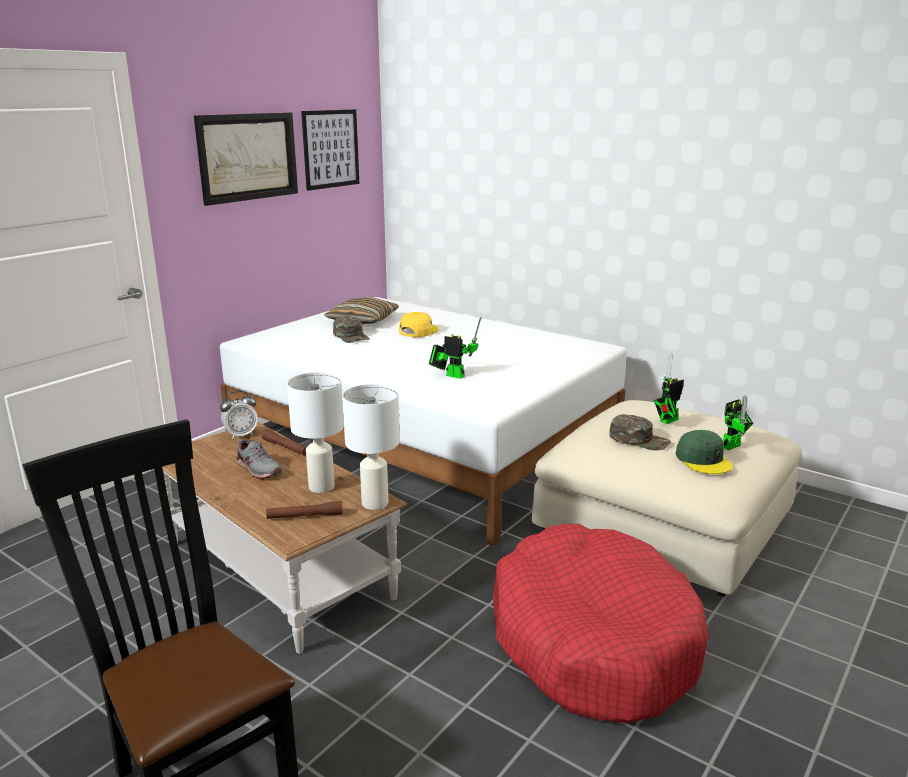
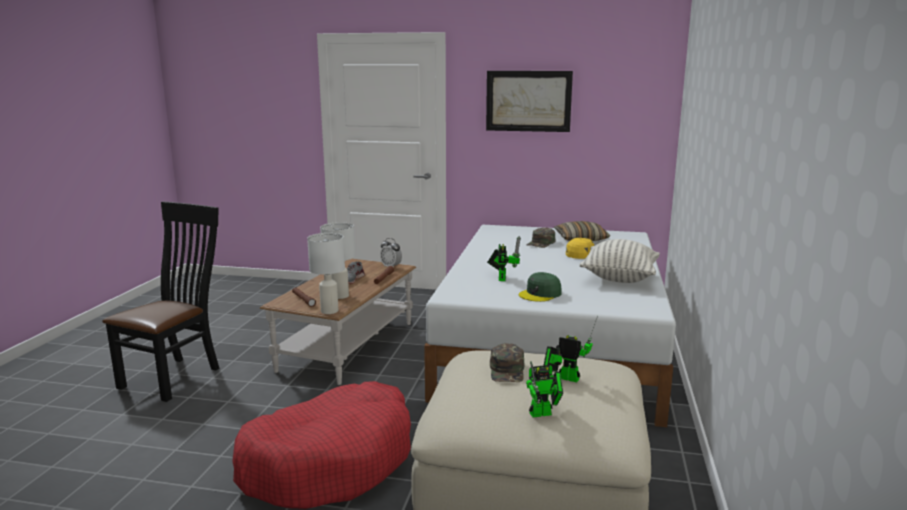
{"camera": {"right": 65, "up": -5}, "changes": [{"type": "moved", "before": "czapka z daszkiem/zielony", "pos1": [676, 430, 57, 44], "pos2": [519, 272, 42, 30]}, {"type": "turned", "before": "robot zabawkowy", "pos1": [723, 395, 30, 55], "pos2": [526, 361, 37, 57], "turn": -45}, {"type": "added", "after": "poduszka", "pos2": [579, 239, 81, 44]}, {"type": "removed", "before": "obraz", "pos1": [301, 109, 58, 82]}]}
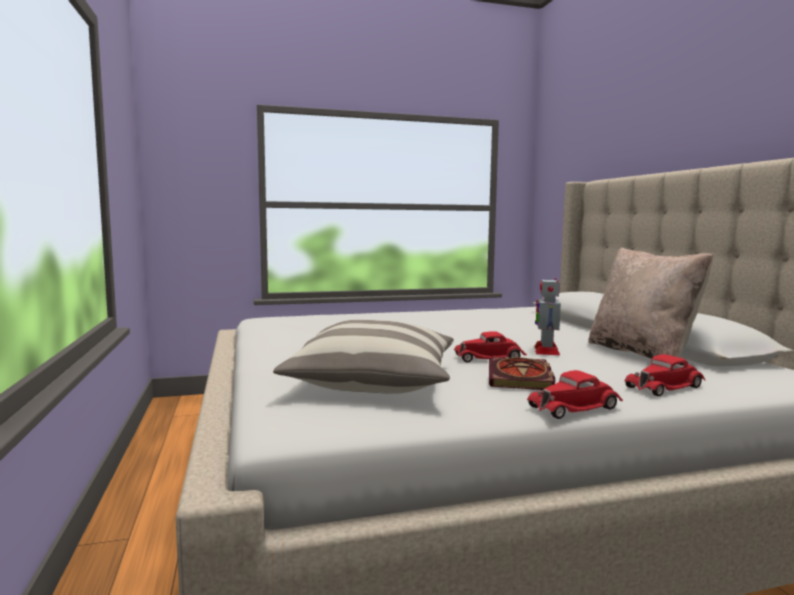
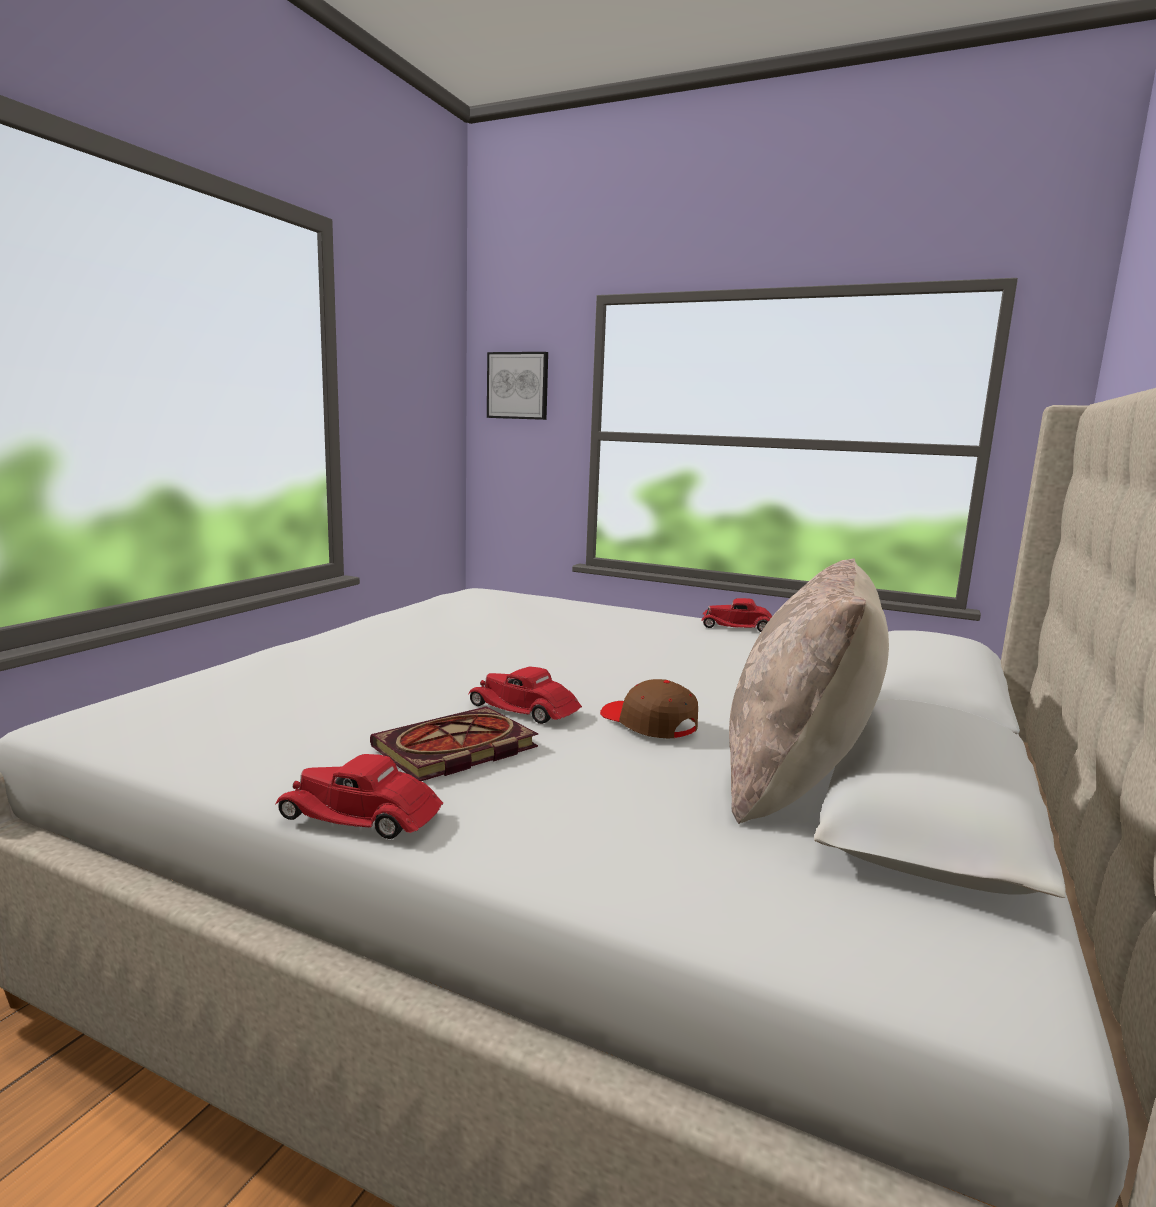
{"camera": {"right": 40, "up": 5}, "changes": [{"type": "added", "after": "obraz", "pos2": [487, 352, 61, 68]}, {"type": "replaced", "before": "robot zabawkowy", "after": "czapka z daszkiem/brązowy", "pos1": [534, 278, 27, 77], "pos2": [600, 679, 98, 59]}, {"type": "moved", "before": "samochodzik/czerwony", "pos1": [625, 354, 81, 43], "pos2": [701, 598, 71, 34]}, {"type": "removed", "before": "poduszka", "pos1": [273, 320, 181, 74]}]}
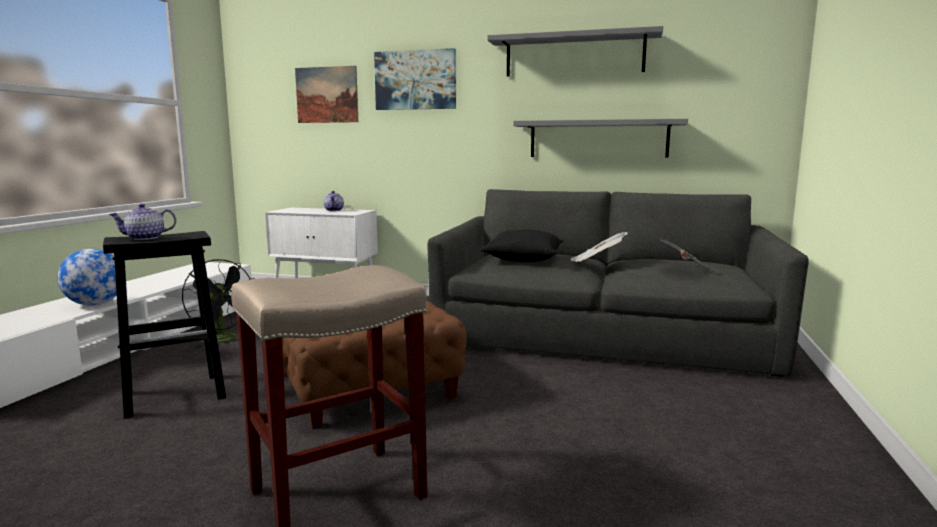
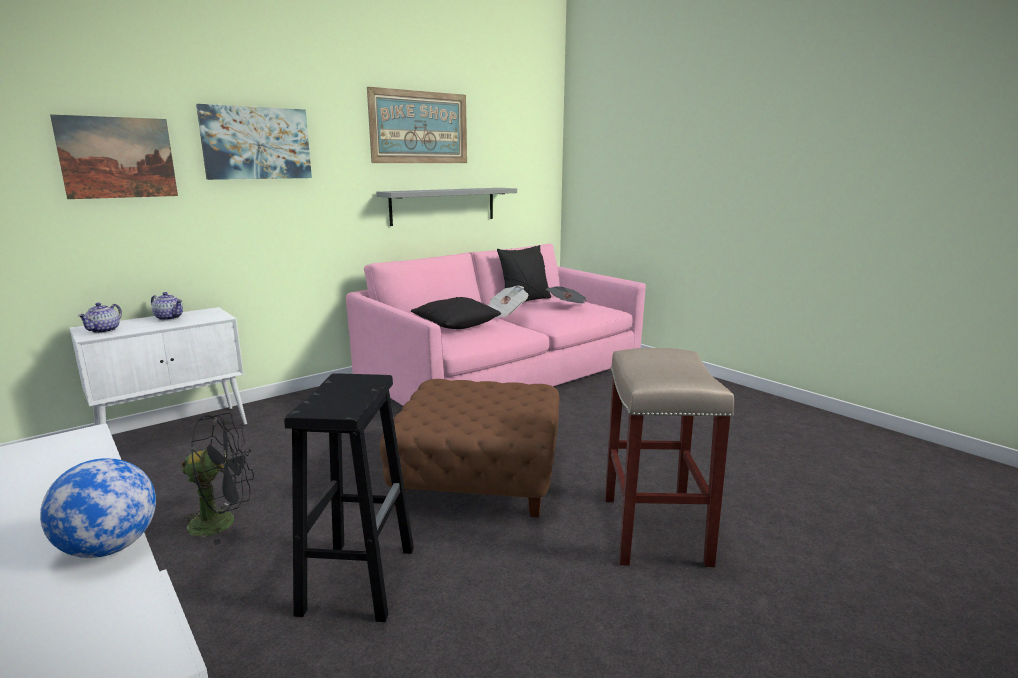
{"camera": {"right": -55, "up": 5}, "changes": [{"type": "moved", "before": "imbryk", "pos1": [109, 204, 67, 36], "pos2": [78, 303, 44, 30]}, {"type": "recoloured", "before": "kanapa/szary", "after": "kanapa/różowy", "pos1": [427, 189, 382, 188], "pos2": [346, 244, 300, 162]}, {"type": "replaced", "before": "półka/szary", "after": "obraz", "pos1": [487, 26, 176, 50], "pos2": [367, 87, 100, 76]}, {"type": "added", "after": "poduszka/czarny", "pos2": [497, 245, 54, 57]}]}
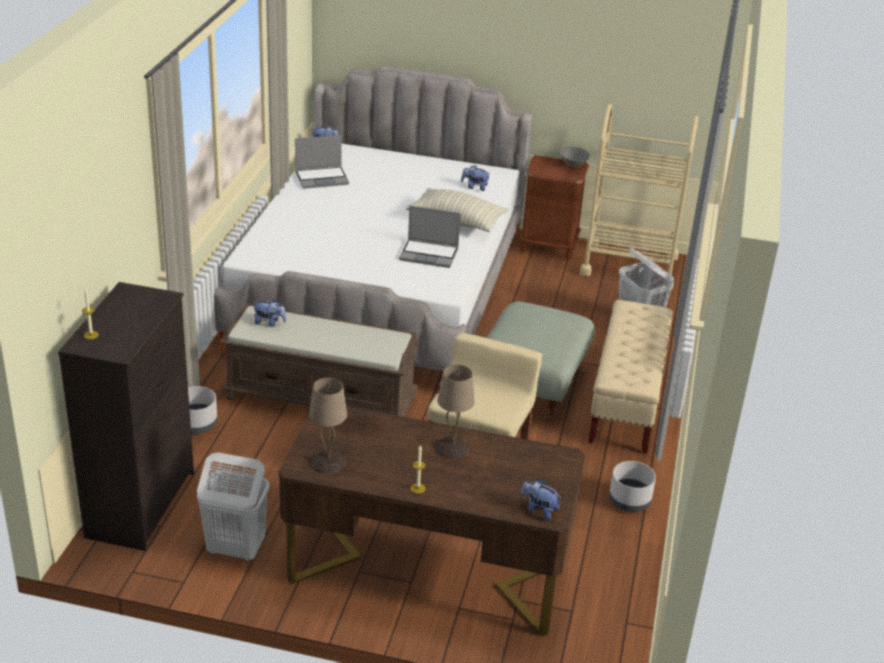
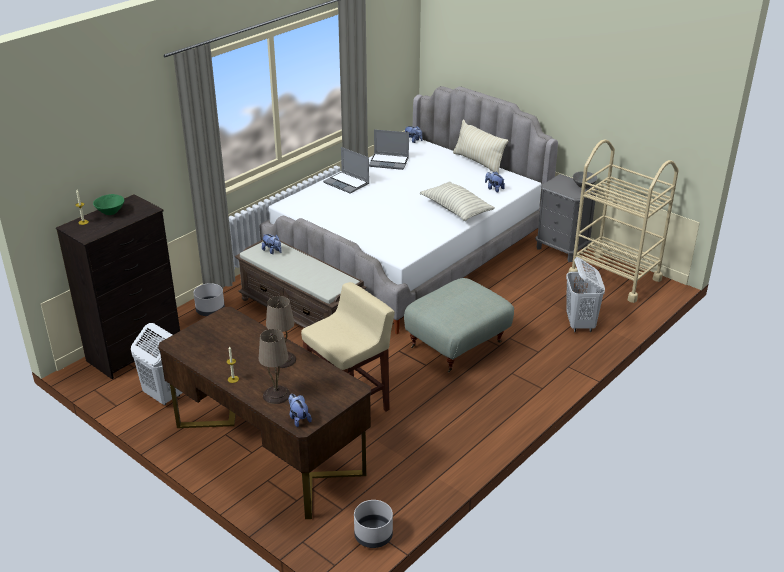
{"camera": {"right": 30, "up": 0}, "changes": [{"type": "added", "after": "miska/zielony", "pos2": [93, 194, 31, 21]}, {"type": "moved", "before": "lampa stołowa/beżowy", "pos1": [309, 377, 38, 97], "pos2": [259, 329, 32, 75]}, {"type": "moved", "before": "laptop", "pos1": [399, 206, 62, 62], "pos2": [323, 147, 46, 47]}, {"type": "moved", "before": "donica/szary", "pos1": [609, 461, 47, 51], "pos2": [354, 500, 39, 48]}, {"type": "added", "after": "poduszka/beżowy", "pos2": [453, 120, 56, 55]}, {"type": "recoloured", "before": "szafka nocna/brązowy", "after": "szafka nocna/szary", "pos1": [519, 155, 70, 105], "pos2": [535, 174, 63, 88]}, {"type": "removed", "before": "ławka/beżowy", "pos1": [588, 300, 85, 154]}]}
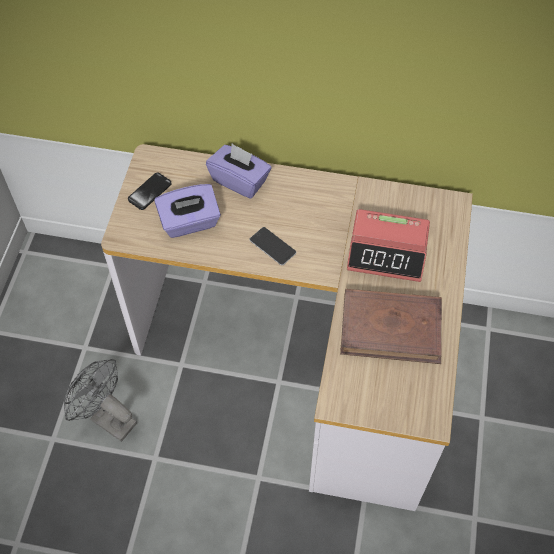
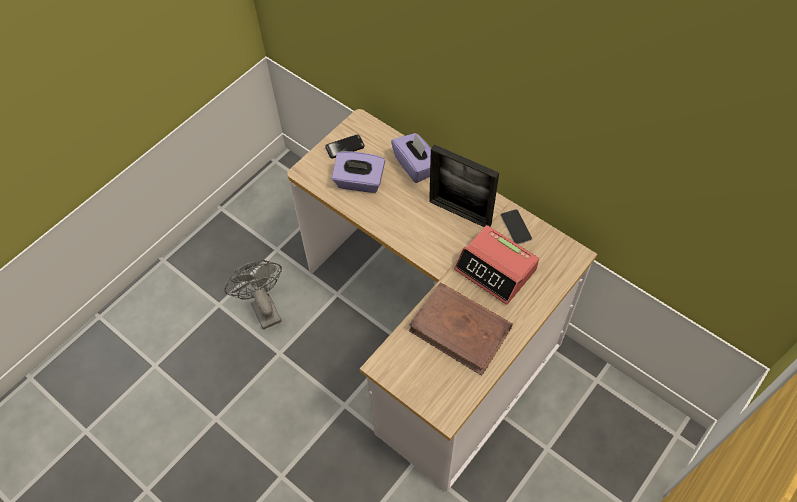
{"camera": {"right": 30, "up": 0}, "changes": [{"type": "added", "after": "ramka na zdjęcie", "pos2": [429, 144, 70, 83]}, {"type": "moved", "before": "telefon", "pos1": [249, 227, 48, 38], "pos2": [500, 209, 32, 35]}]}
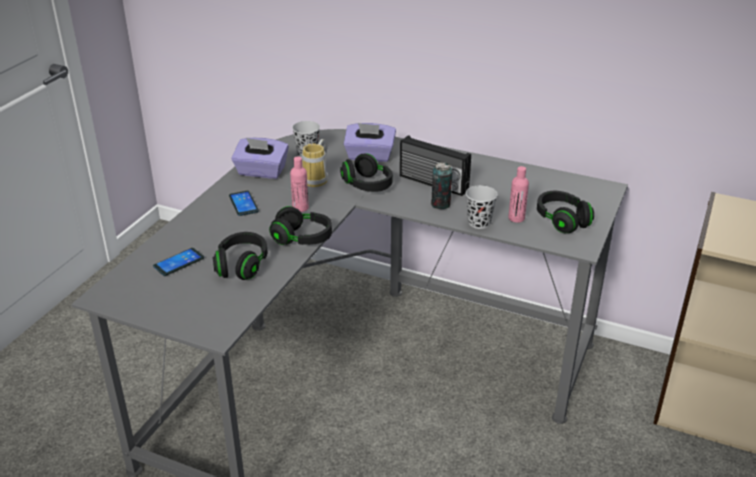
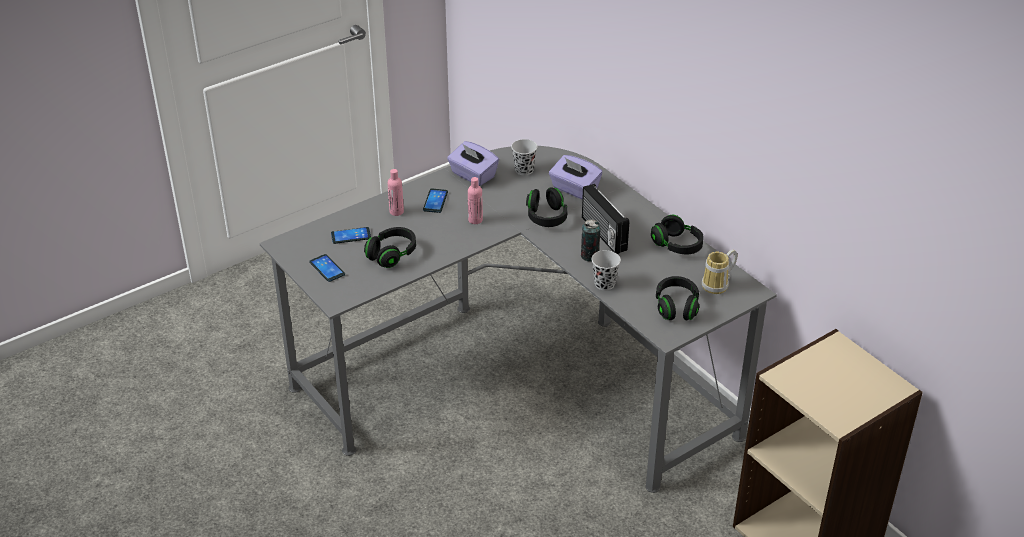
{"camera": {"right": 30, "up": 5}, "changes": [{"type": "added", "after": "telefon", "pos2": [309, 254, 36, 28]}, {"type": "moved", "before": "butelka/różowy", "pos1": [508, 166, 21, 57], "pos2": [388, 169, 16, 47]}, {"type": "moved", "before": "słuchawki/czarny", "pos1": [269, 206, 63, 39], "pos2": [651, 215, 53, 39]}, {"type": "moved", "before": "kubek", "pos1": [302, 139, 26, 48], "pos2": [702, 249, 35, 45]}]}
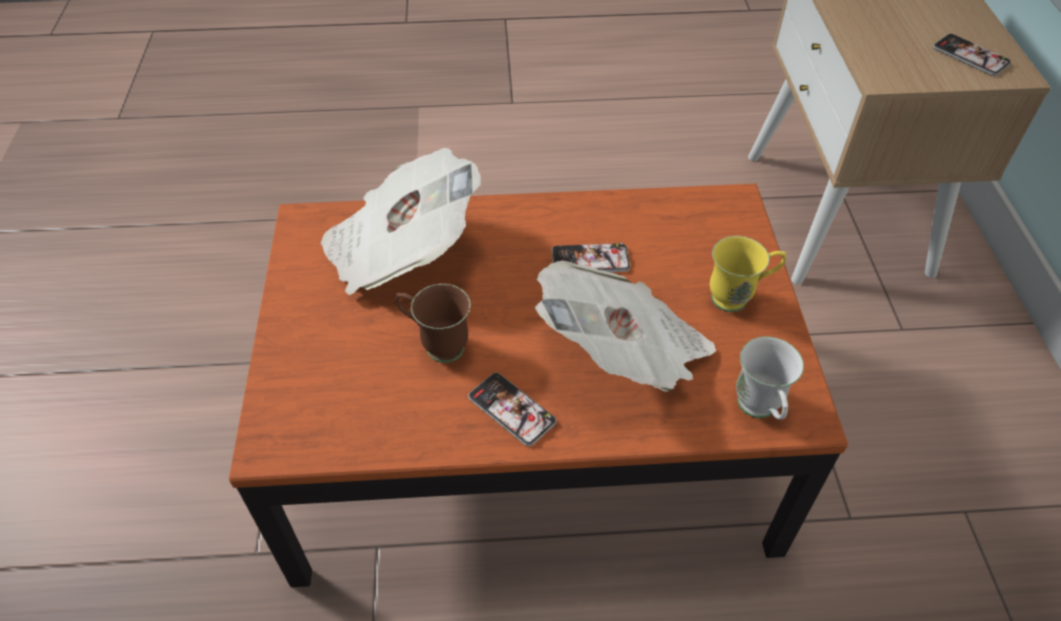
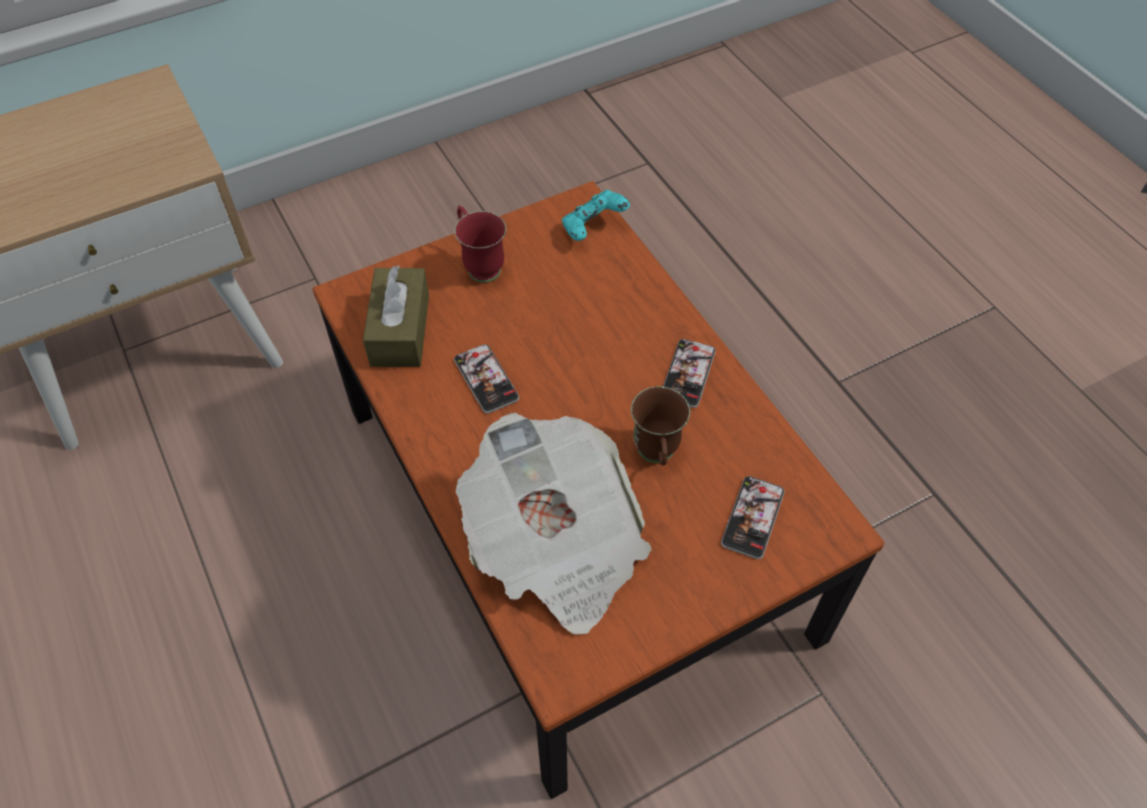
{"camera": {"right": -115, "up": 5}, "changes": [{"type": "added", "after": "pudełko chusteczek/brązowy", "pos2": [363, 265, 66, 102]}, {"type": "recoloured", "before": "kubek/żółty", "after": "kubek/czerwony", "pos1": [710, 236, 76, 76], "pos2": [454, 206, 52, 76]}, {"type": "replaced", "before": "kubek/biały", "after": "pad do gier/turkusowy", "pos1": [736, 337, 68, 83], "pos2": [562, 190, 68, 51]}, {"type": "moved", "before": "telefon", "pos1": [933, 34, 78, 42], "pos2": [721, 476, 64, 83]}, {"type": "removed", "before": "gazeta", "pos1": [535, 260, 181, 132]}]}
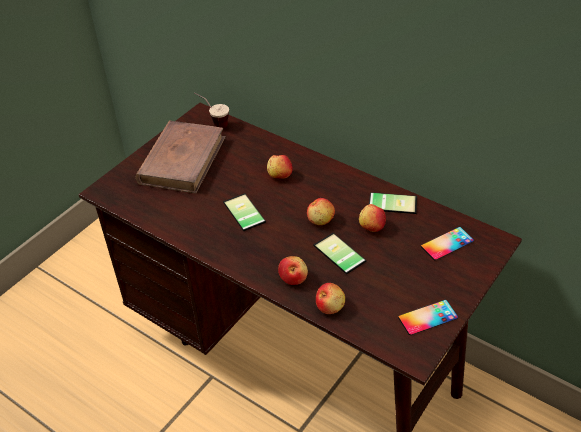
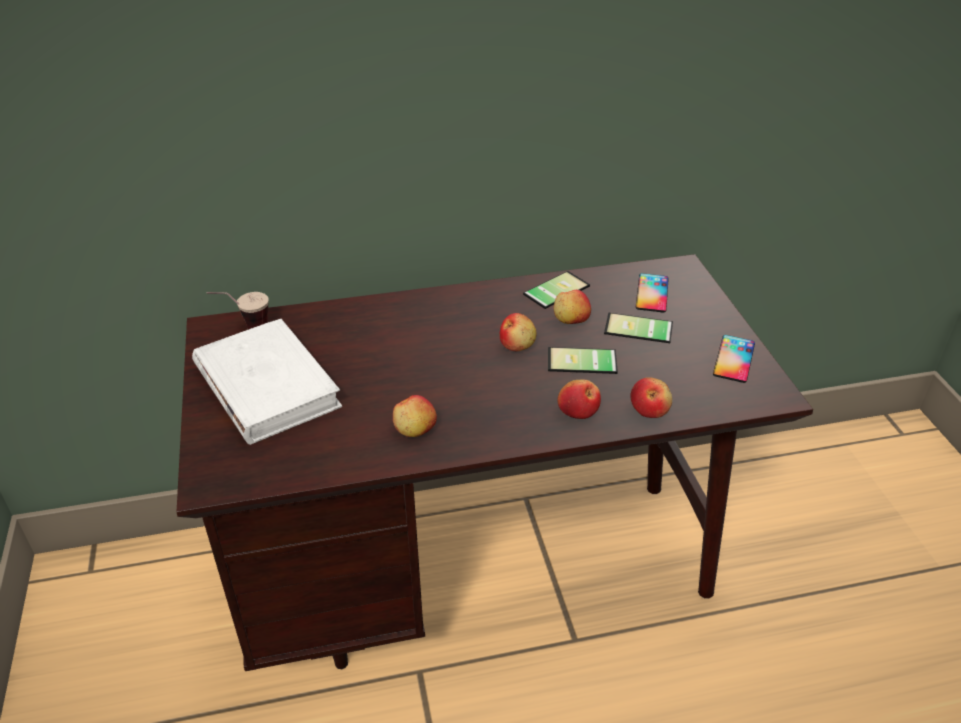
{"camera": {"right": -50, "up": -5}, "changes": [{"type": "recoloured", "before": "książka/brązowy", "after": "książka/biały", "pos1": [135, 121, 91, 72], "pos2": [192, 319, 150, 126]}, {"type": "moved", "before": "jabłko", "pos1": [267, 155, 26, 24], "pos2": [393, 395, 44, 42]}, {"type": "moved", "before": "telefon", "pos1": [223, 193, 43, 38], "pos2": [604, 313, 69, 30]}]}
